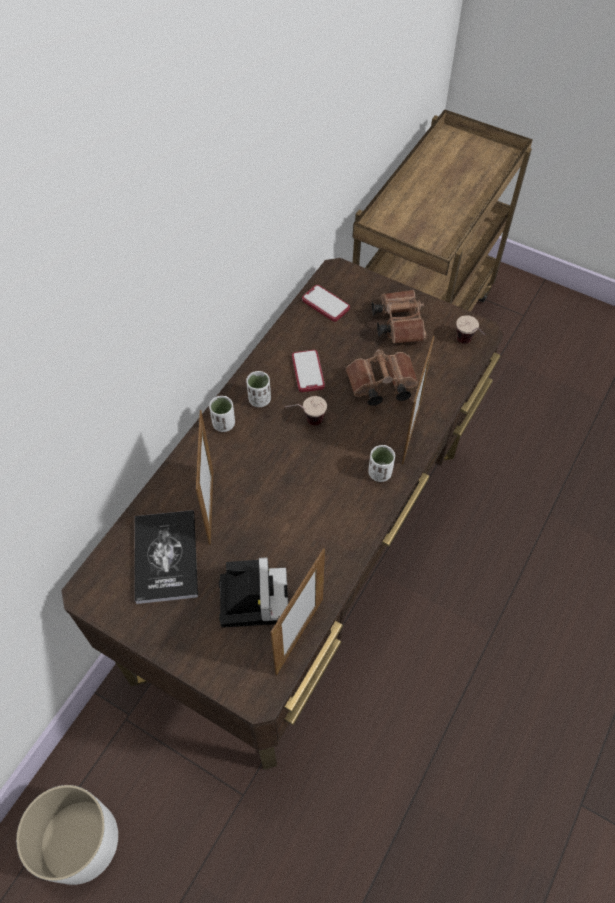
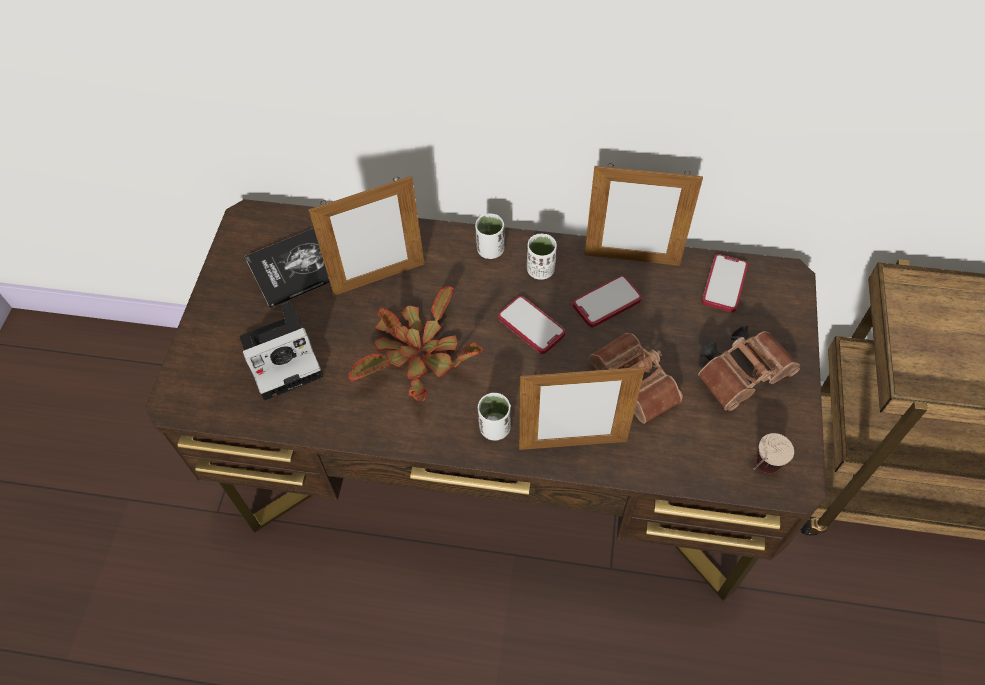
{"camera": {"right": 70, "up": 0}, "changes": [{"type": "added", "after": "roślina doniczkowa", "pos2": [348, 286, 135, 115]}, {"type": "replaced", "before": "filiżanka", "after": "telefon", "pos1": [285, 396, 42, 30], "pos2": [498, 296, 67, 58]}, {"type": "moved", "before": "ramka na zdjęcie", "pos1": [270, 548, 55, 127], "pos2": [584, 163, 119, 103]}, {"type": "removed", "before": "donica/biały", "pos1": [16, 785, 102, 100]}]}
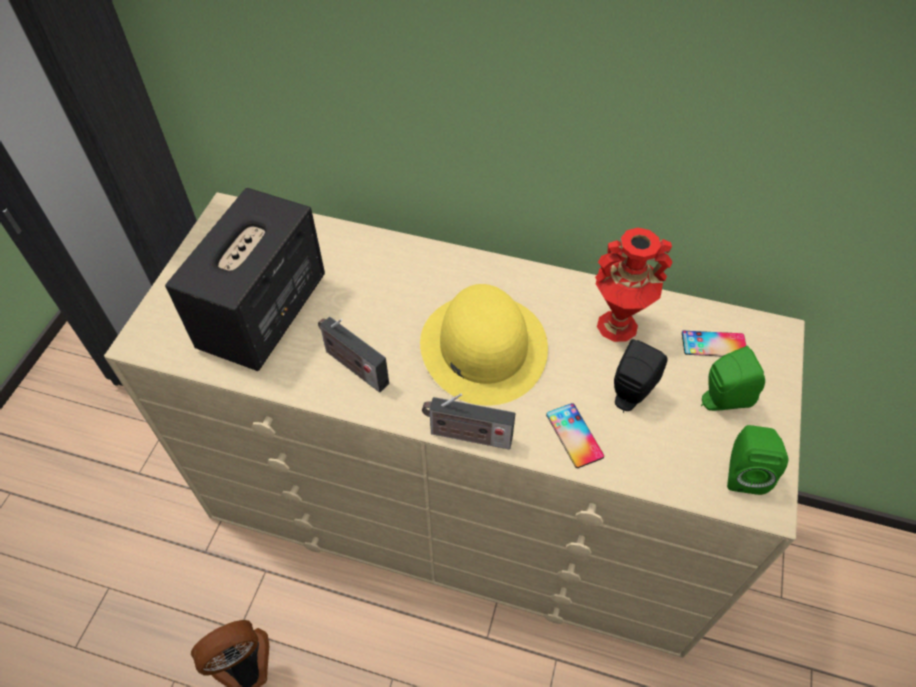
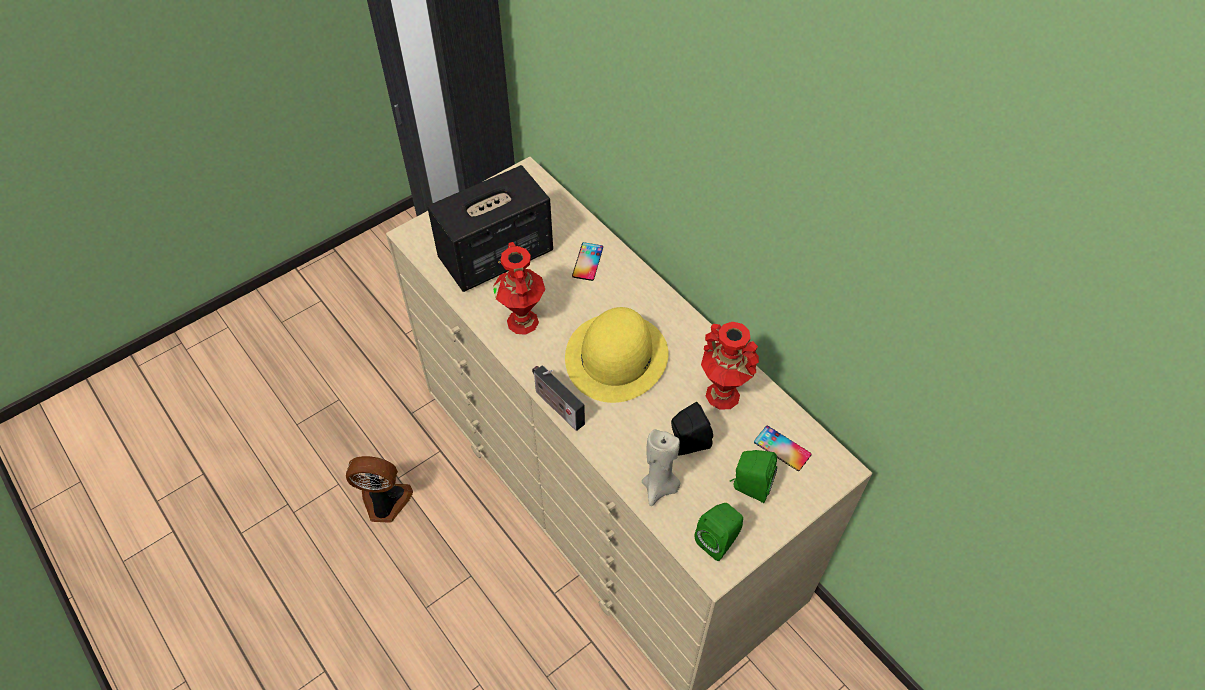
{"camera": {"right": 35, "up": 0}, "changes": [{"type": "replaced", "before": "radio", "after": "wazon/czerwony", "pos1": [318, 317, 71, 75], "pos2": [493, 242, 52, 93]}, {"type": "moved", "before": "telefon", "pos1": [546, 403, 58, 65], "pos2": [572, 242, 31, 39]}, {"type": "added", "after": "świeca/beżowy", "pos2": [642, 429, 38, 77]}]}
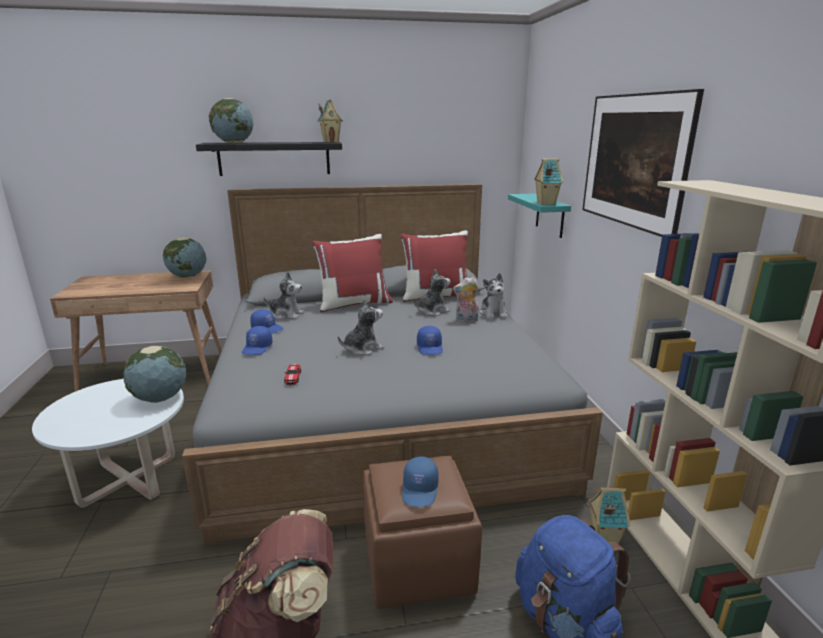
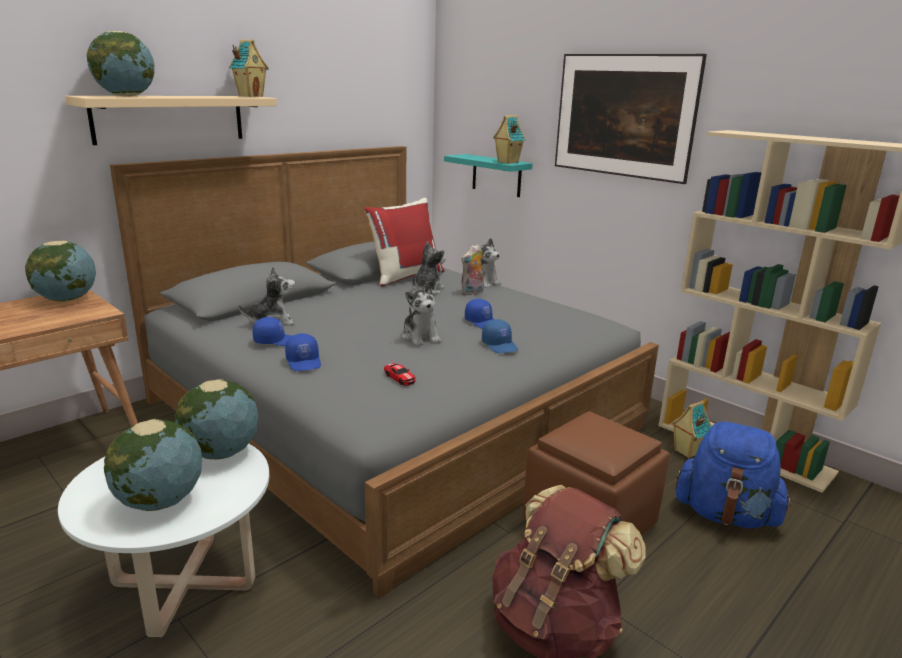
{"camera": {"right": -35, "up": 0}, "changes": [{"type": "recoloured", "before": "półka/czarny", "after": "półka/beżowy", "pos1": [196, 142, 146, 34], "pos2": [65, 96, 212, 49]}, {"type": "added", "after": "globus", "pos2": [104, 419, 98, 92]}, {"type": "turned", "before": "pluszak", "pos1": [338, 299, 46, 56], "pos2": [402, 282, 39, 64], "turn": 135}, {"type": "moved", "before": "czapka z daszkiem/niebieski", "pos1": [402, 457, 37, 50], "pos2": [482, 319, 36, 34]}, {"type": "removed", "before": "poduszka/czerwony", "pos1": [312, 234, 81, 78]}]}
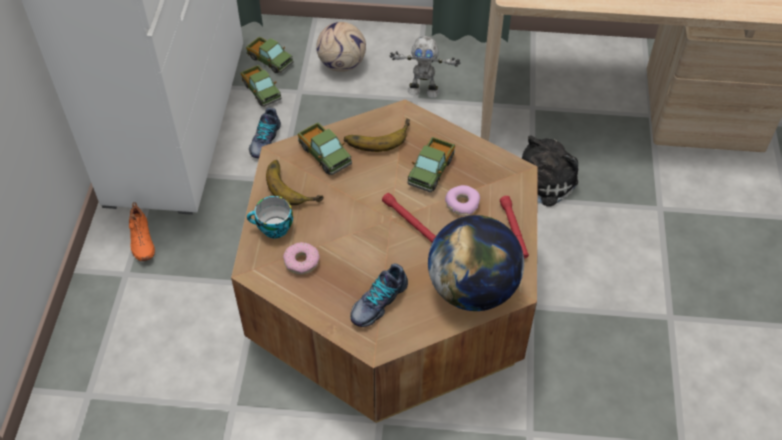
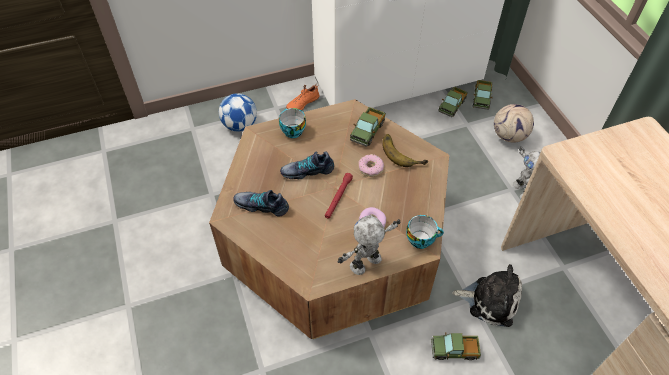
{"camera": {"right": 65, "up": 0}, "changes": [{"type": "added", "after": "piłka futbolowa", "pos2": [219, 93, 38, 39]}, {"type": "moved", "before": "but", "pos1": [249, 108, 32, 50], "pos2": [280, 151, 54, 28]}, {"type": "replaced", "before": "latarka/czerwony", "after": "robot zabawkowy", "pos1": [500, 196, 29, 63], "pos2": [338, 215, 63, 60]}, {"type": "moved", "before": "donut", "pos1": [283, 242, 37, 33], "pos2": [358, 154, 26, 23]}, {"type": "added", "after": "filiżanka", "pos2": [406, 215, 38, 34]}, {"type": "moved", "before": "ciężarówka zabawkowa", "pos1": [408, 137, 47, 55], "pos2": [431, 332, 50, 28]}, {"type": "removed", "before": "banan", "pos1": [266, 160, 58, 45]}, {"type": "removed", "before": "globus", "pos1": [428, 215, 96, 96]}]}
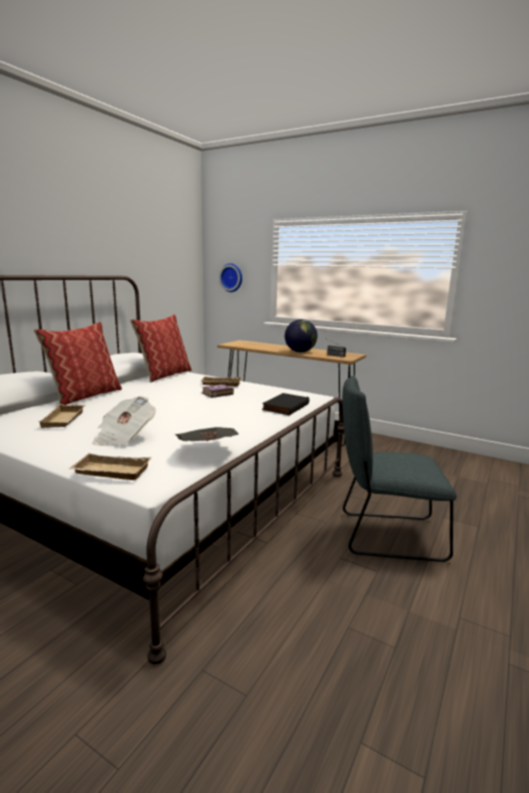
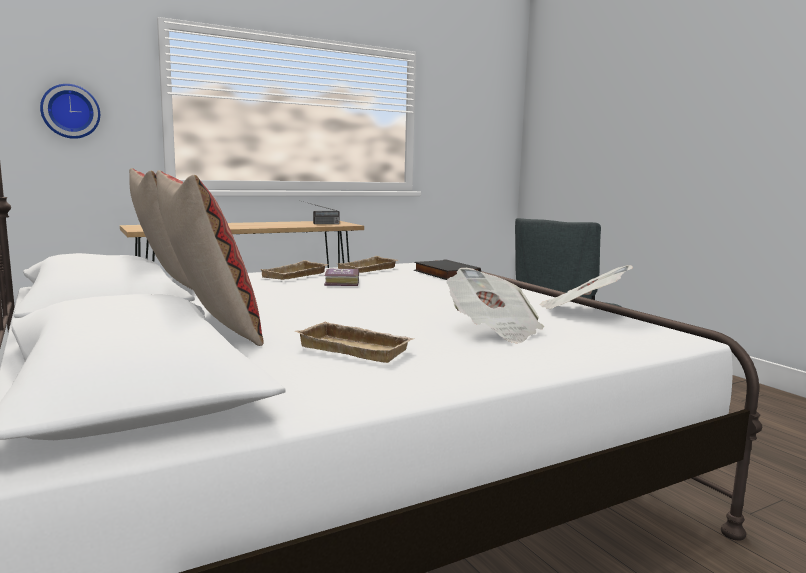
{"camera": {"right": -60, "up": -5}, "changes": [{"type": "moved", "before": "taca/beżowy", "pos1": [69, 453, 82, 27], "pos2": [337, 256, 61, 17]}, {"type": "removed", "before": "globus", "pos1": [285, 319, 32, 33]}]}
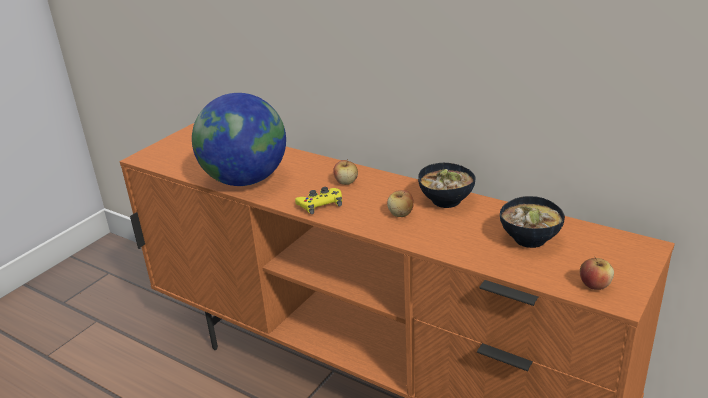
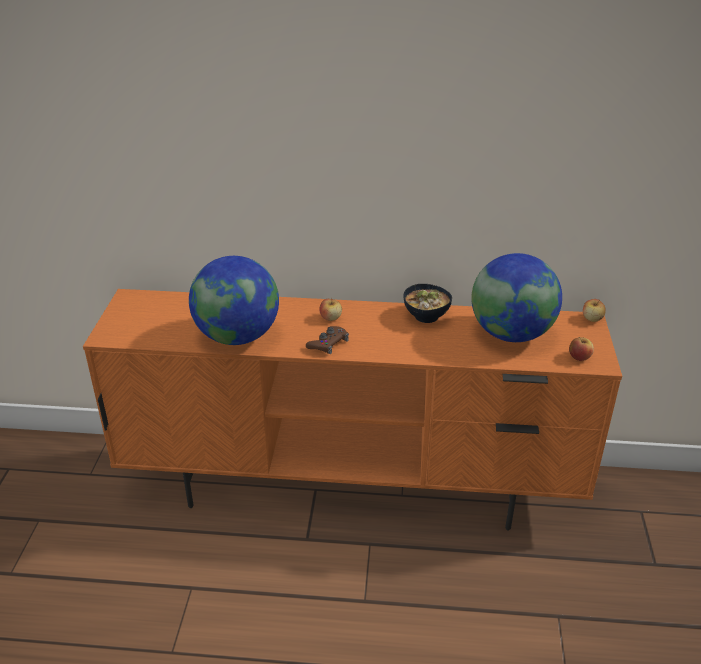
{"camera": {"right": -30, "up": 5}, "changes": [{"type": "recoloured", "before": "pad do gier/żółty", "after": "pad do gier/brązowy", "pos1": [295, 187, 47, 27], "pos2": [306, 326, 43, 28]}, {"type": "replaced", "before": "miska", "after": "globus", "pos1": [500, 196, 65, 52], "pos2": [471, 253, 91, 89]}, {"type": "moved", "before": "jabłko", "pos1": [387, 190, 27, 27], "pos2": [583, 299, 23, 23]}]}
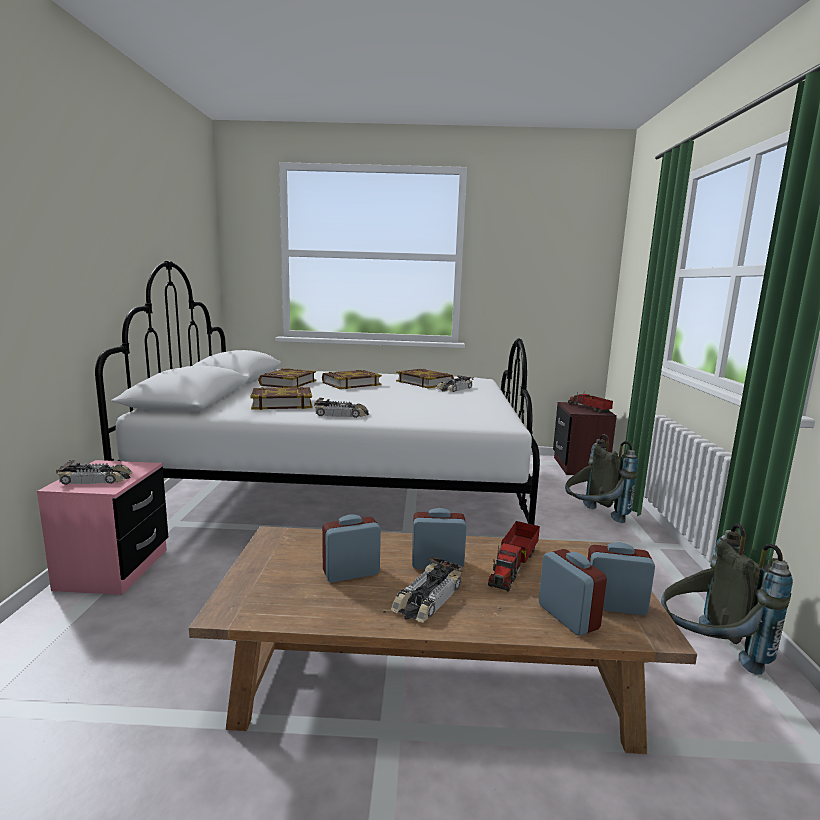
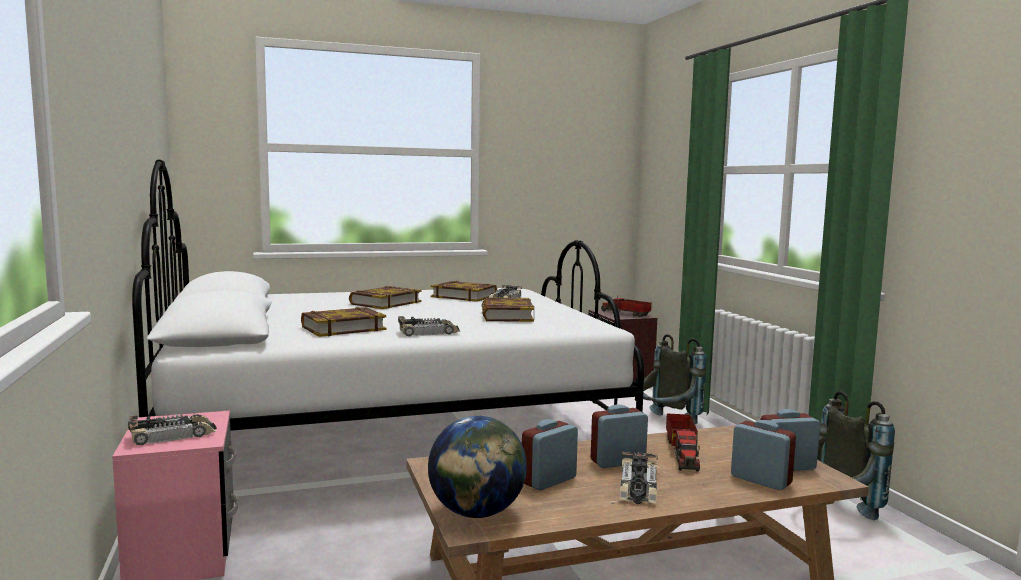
{"camera": {"right": -20, "up": -5}, "changes": [{"type": "added", "after": "globus", "pos2": [428, 416, 99, 102]}, {"type": "moved", "before": "książka", "pos1": [258, 368, 58, 20], "pos2": [482, 297, 52, 25]}]}
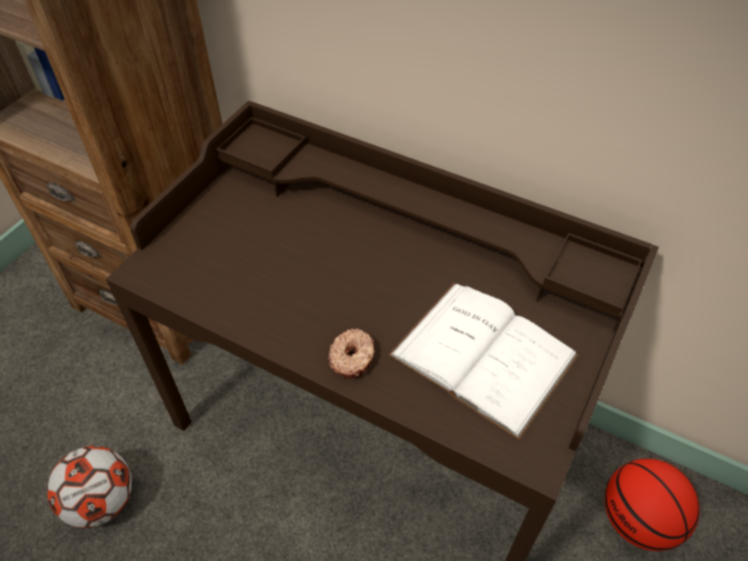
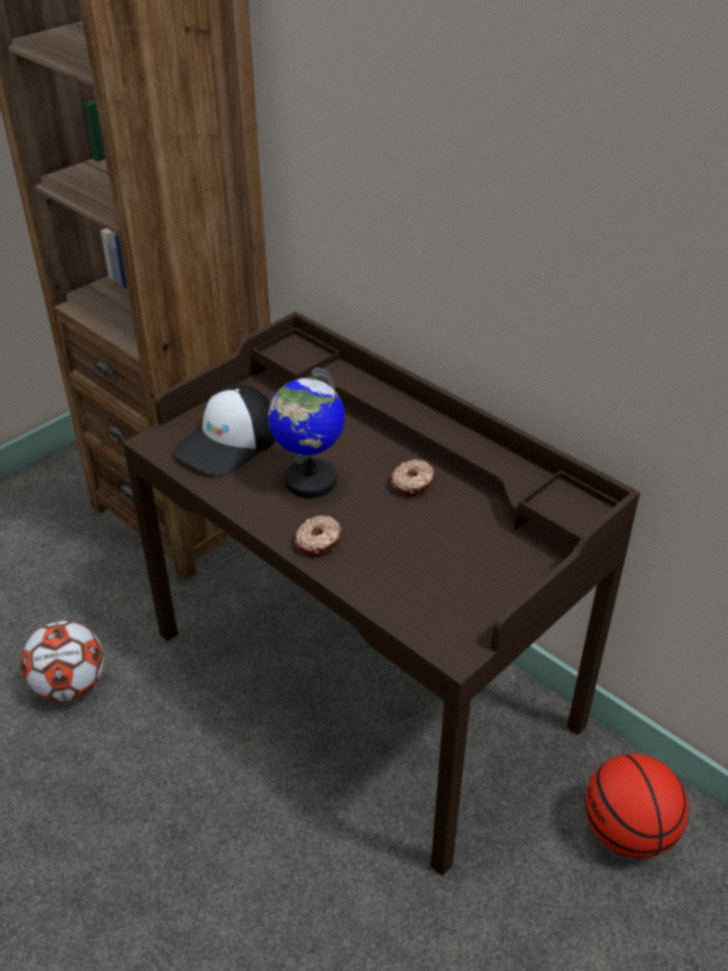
{"camera": {"right": 15, "up": -10}, "changes": [{"type": "added", "after": "czapka z daszkiem", "pos2": [174, 384, 102, 91]}, {"type": "added", "after": "globus", "pos2": [268, 368, 77, 130]}, {"type": "added", "after": "donut", "pos2": [391, 459, 44, 37]}, {"type": "removed", "before": "książka/biały", "pos1": [388, 283, 191, 158]}]}
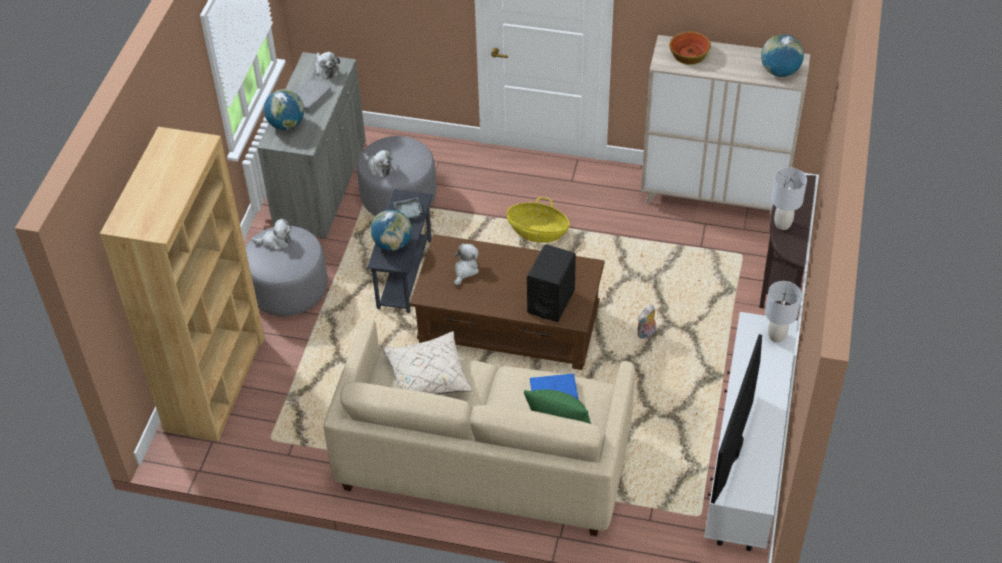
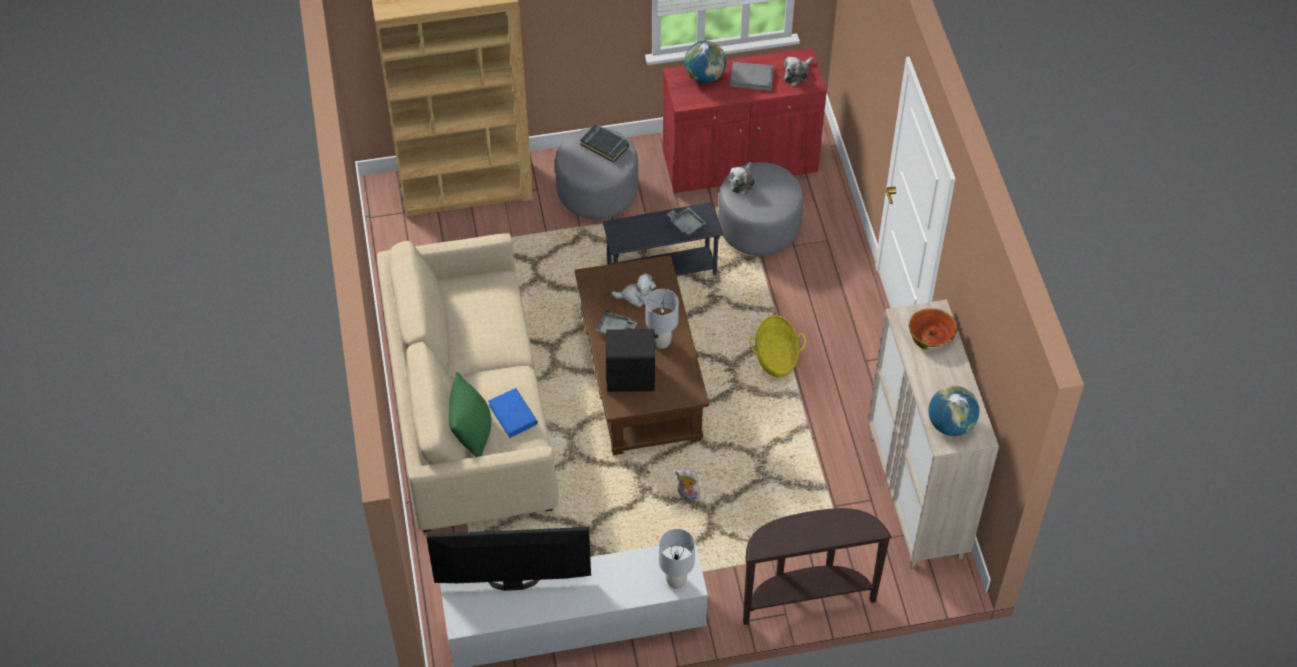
{"camera": {"right": 65, "up": 5}, "changes": [{"type": "replaced", "before": "pluszak", "after": "książka/czarny", "pos1": [252, 219, 40, 32], "pos2": [580, 124, 49, 39]}, {"type": "added", "after": "taca/szary", "pos2": [595, 309, 42, 25]}, {"type": "moved", "before": "lampa stołowa/szary", "pos1": [771, 167, 36, 63], "pos2": [646, 289, 33, 60]}, {"type": "recoloured", "before": "szafka/szary", "after": "szafka/czerwony", "pos1": [257, 52, 109, 187], "pos2": [663, 48, 164, 145]}, {"type": "removed", "before": "globus", "pos1": [370, 209, 42, 42]}, {"type": "removed", "before": "poduszka/beżowy", "pos1": [382, 331, 90, 64]}]}
